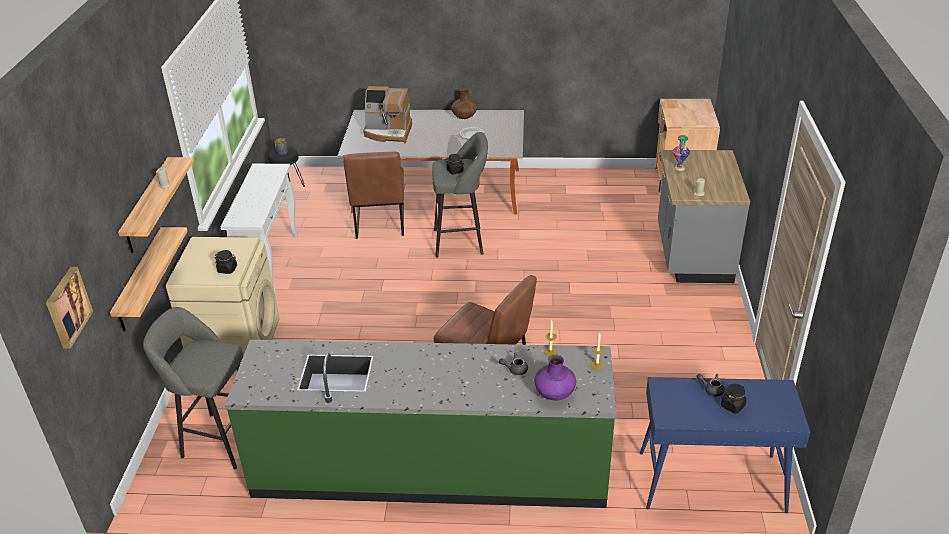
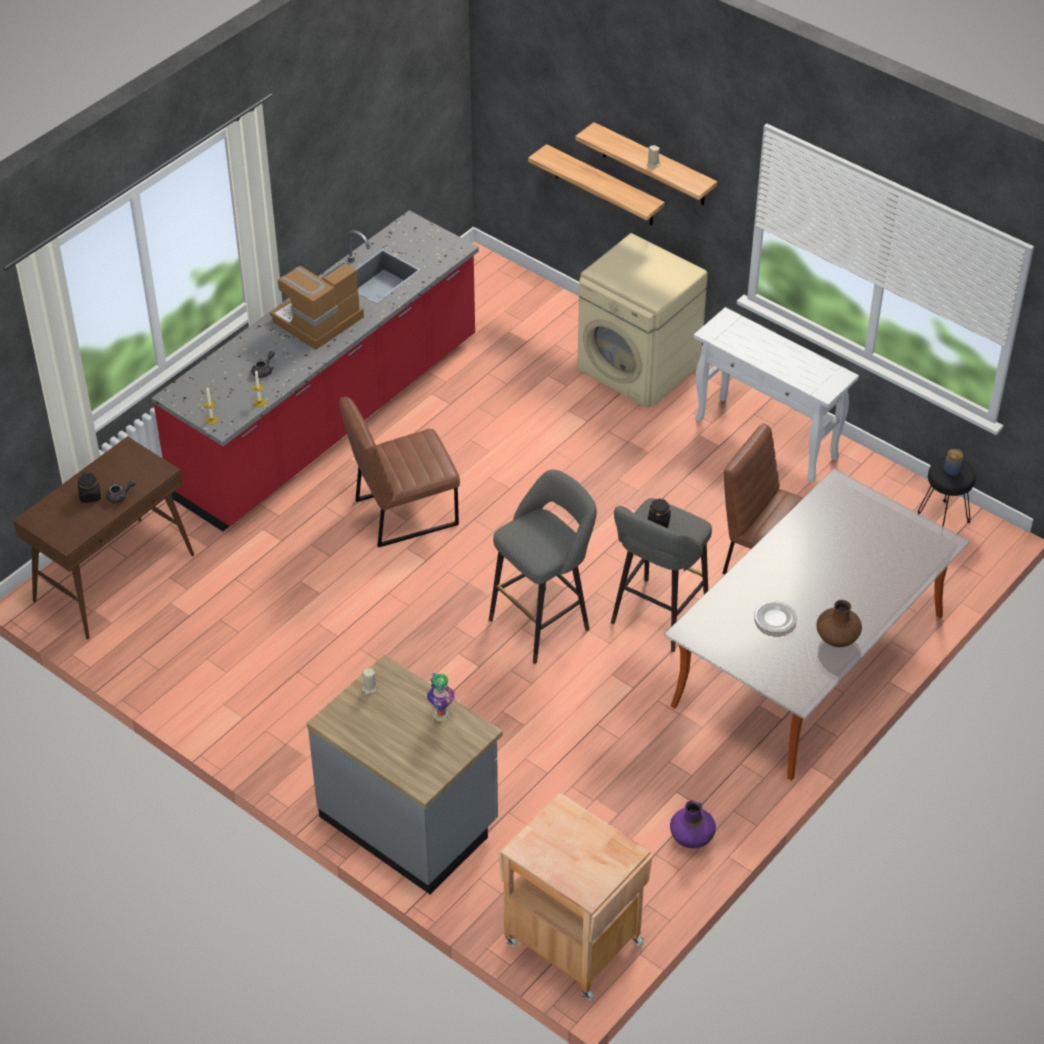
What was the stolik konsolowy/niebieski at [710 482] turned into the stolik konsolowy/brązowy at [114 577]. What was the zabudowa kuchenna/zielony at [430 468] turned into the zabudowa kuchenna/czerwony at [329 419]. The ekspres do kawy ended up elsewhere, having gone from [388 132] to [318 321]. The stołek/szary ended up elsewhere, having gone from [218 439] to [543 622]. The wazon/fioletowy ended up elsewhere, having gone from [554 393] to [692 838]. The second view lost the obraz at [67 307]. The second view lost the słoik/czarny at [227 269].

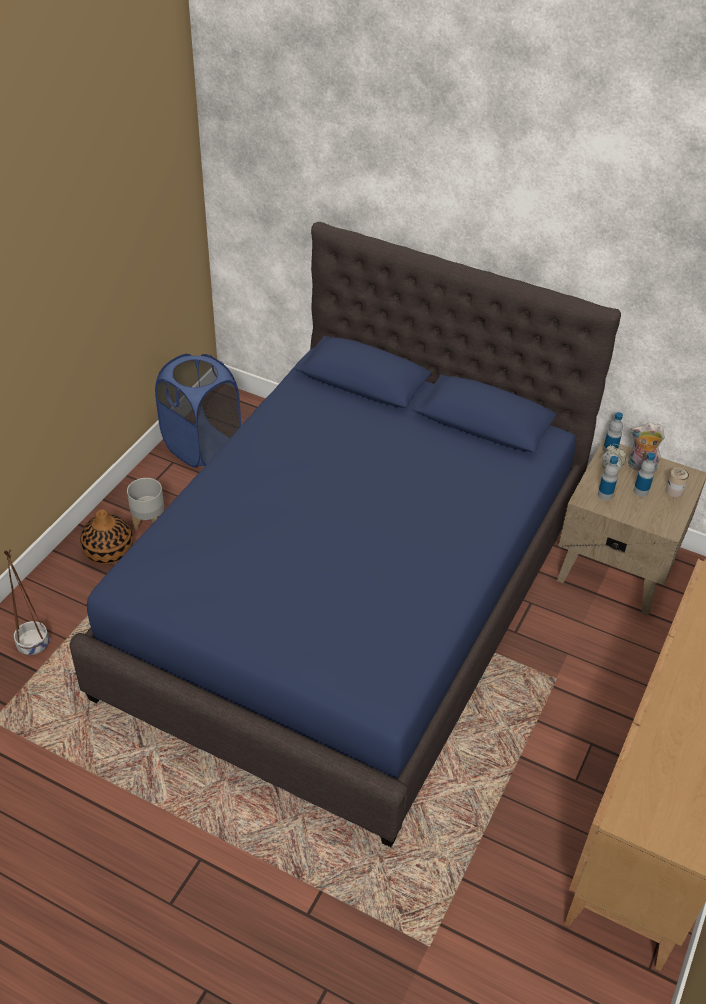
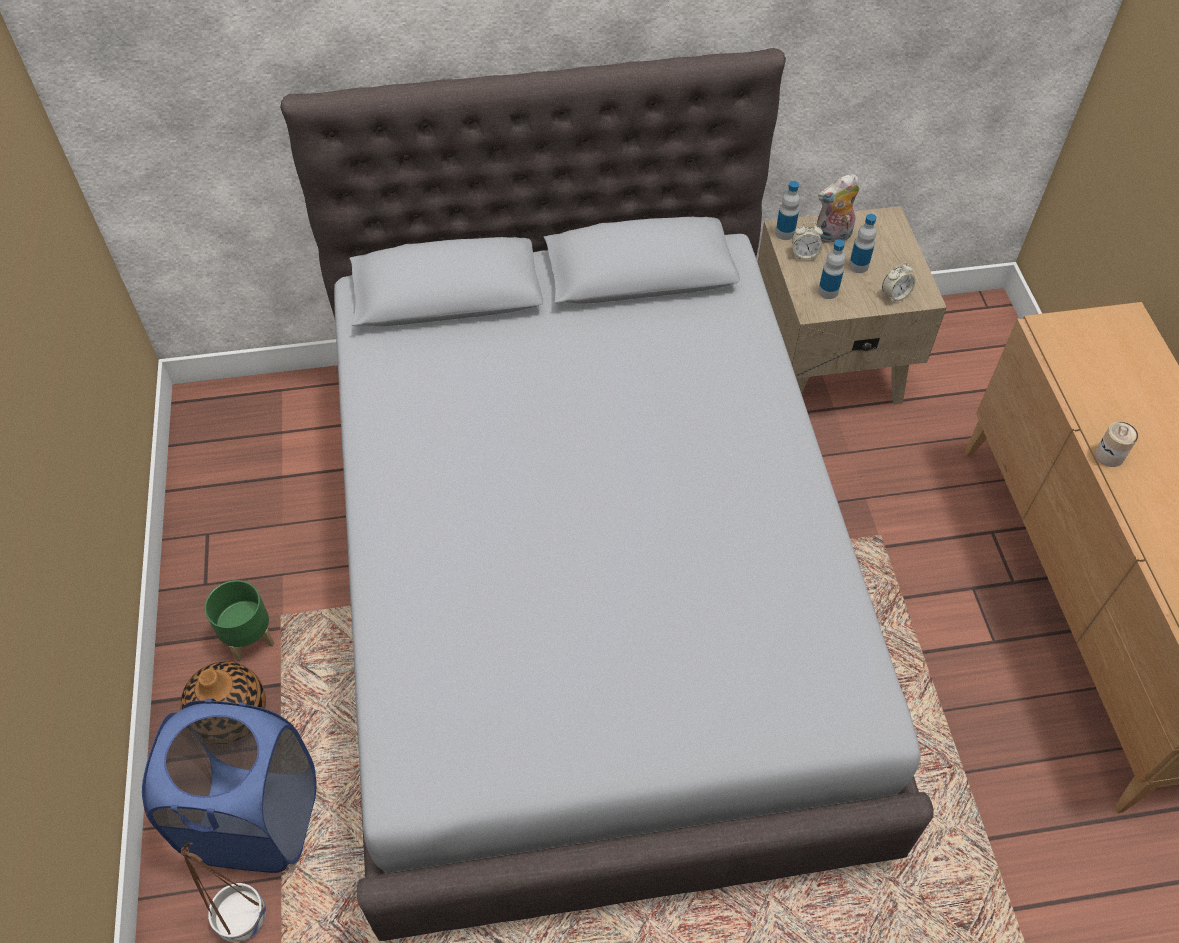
The kosz na pranie/niebieski ended up elsewhere, having gone from [202 447] to [257 820]. What was the donica/szary at [149 522] turned into the donica/zielony at [249 637]. What was the łóżko/niebieski at [351 599] turned into the łóżko/szary at [589 582]. The second view gained the budzik at [895 295]. The puszka ended up elsewhere, having gone from [674 491] to [1109 455].

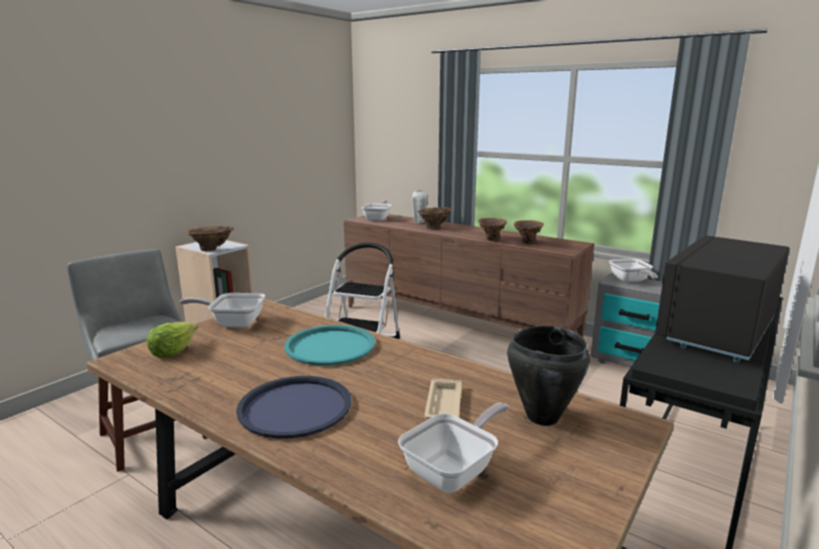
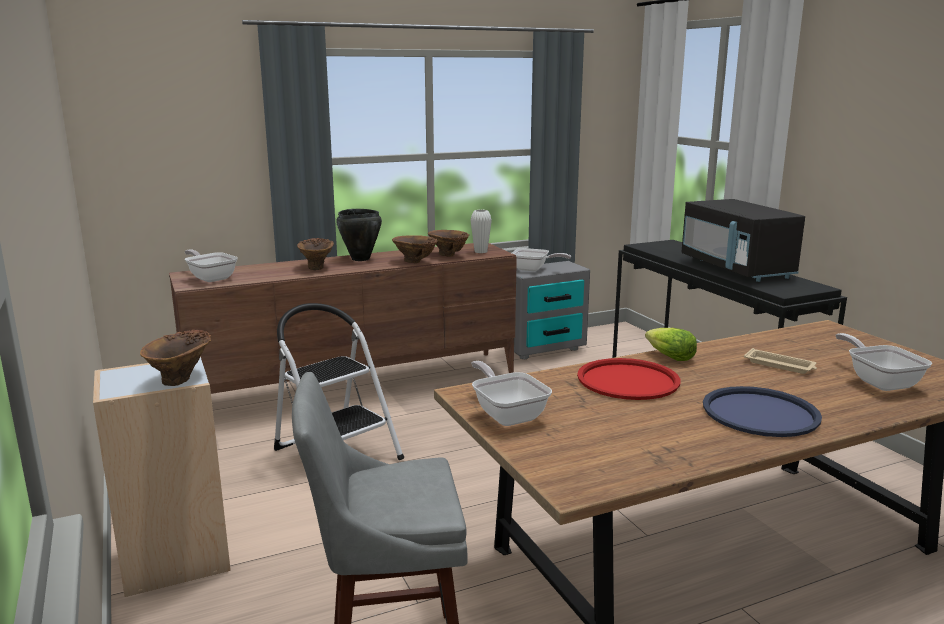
The garnek/czarny ended up elsewhere, having gone from [541 417] to [360 259]. The wazon/biały ended up elsewhere, having gone from [419 222] to [480 251]. The patelnia at [233 323] ended up facing another way, 120 degrees clockwise from before. What was the taca/turkusowy at [330 346] turned into the taca/czerwony at [627 380]. The sałata ended up elsewhere, having gone from [173 351] to [669 357].

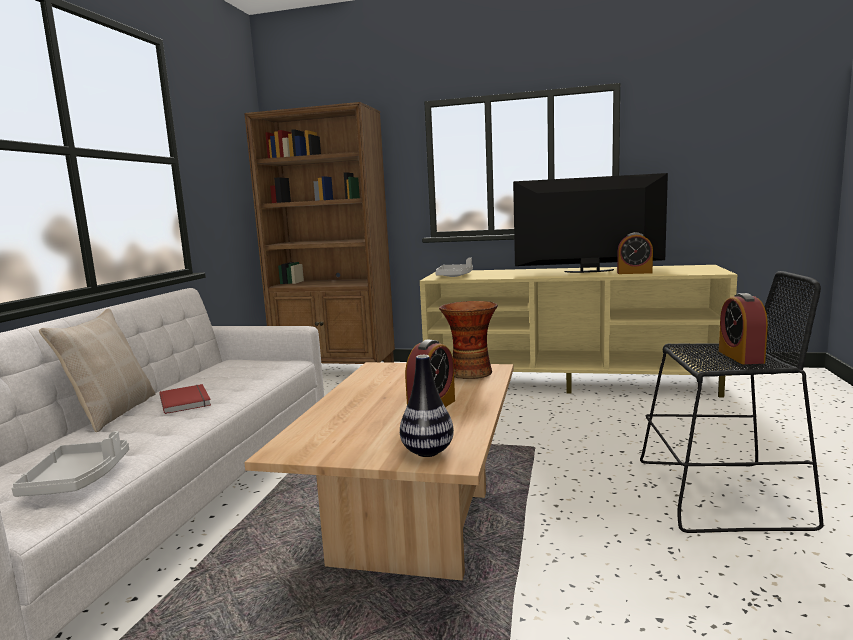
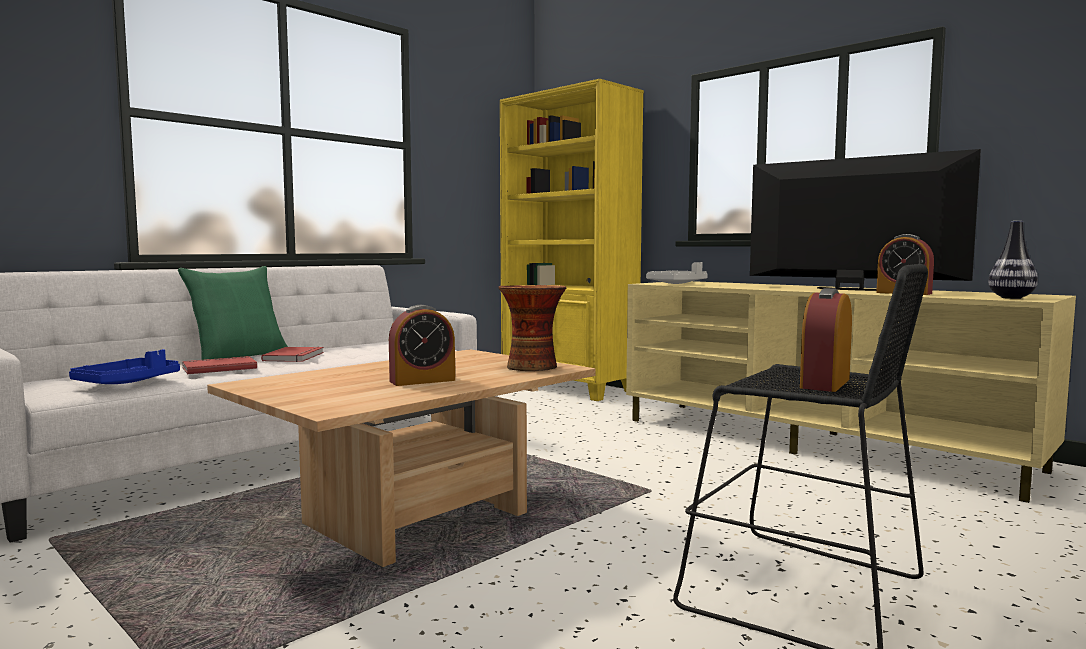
What was the taca/szary at [78 479] turned into the taca/niebieski at [127 382]. What was the poduszka/beżowy at [112 412] turned into the poduszka/zielony at [238 356]. The second view gained the książka/czerwony at [219 368]. What was the regał/brązowy at [336 369] turned into the regał/żółty at [568 388]. The wazon ended up elsewhere, having gone from [427 452] to [1011 298].

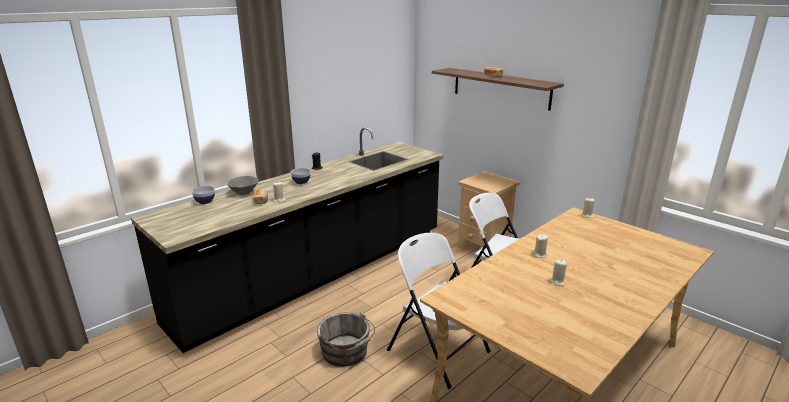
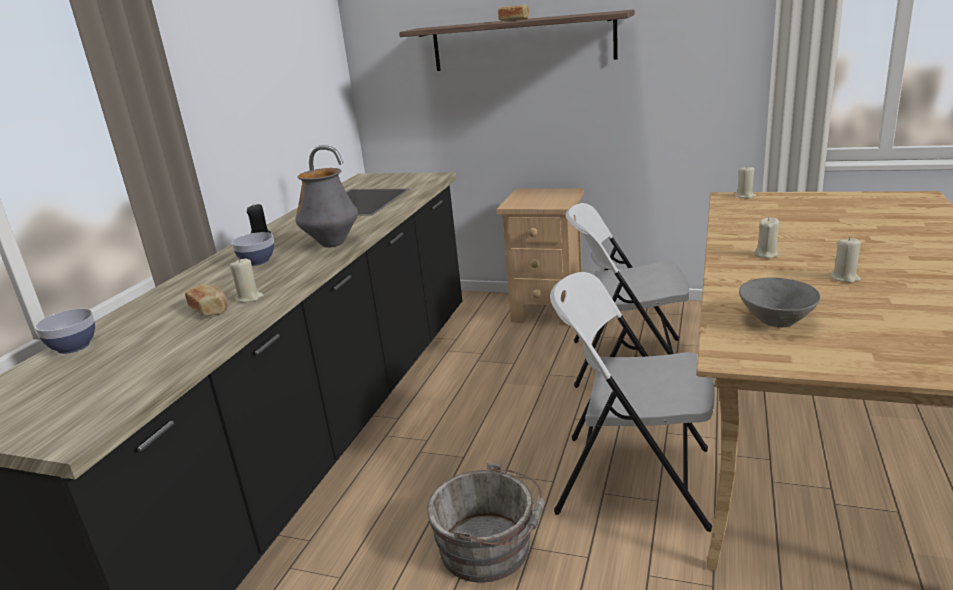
The second view gained the wazon at [332 244]. The miska/szary ended up elsewhere, having gone from [243 193] to [777 321].

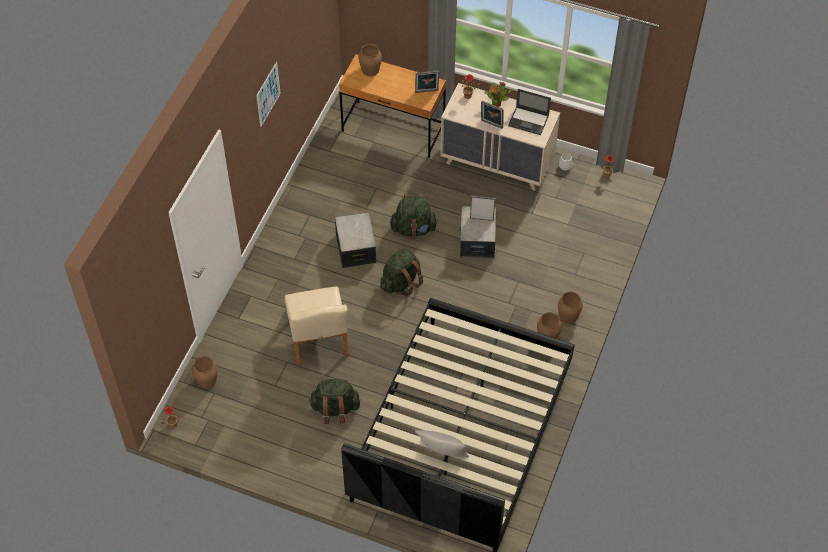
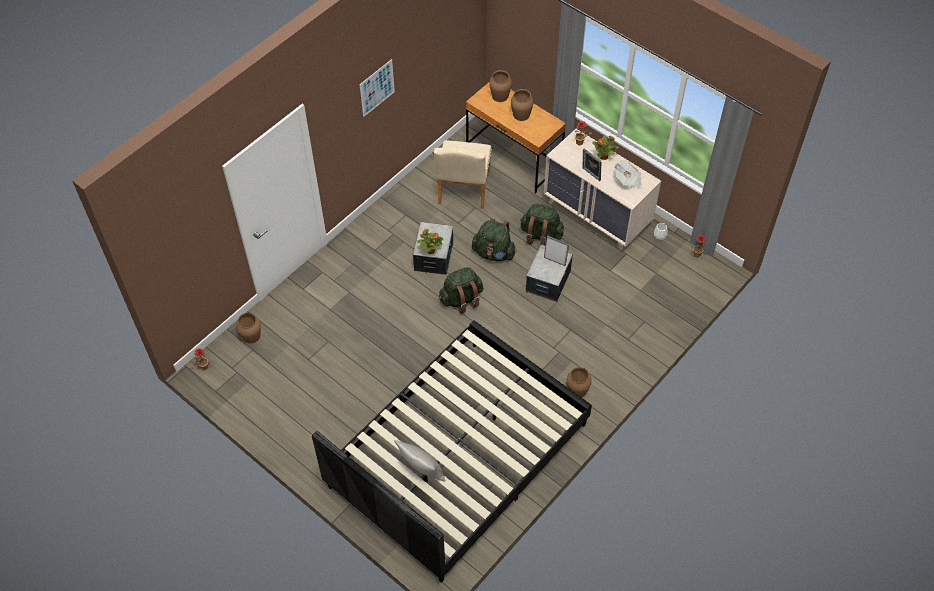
The second view gained the roślina doniczkowa at [430 250]. The krzesło/beżowy ended up elsewhere, having gone from [319 342] to [463 190]. The wazon/brązowy ended up elsewhere, having gone from [568 316] to [521 115]. The plecak/zielony ended up elsewhere, having gone from [335 409] to [540 235]. Where the laptop stood at [529 120], the gazeta came to stand at [628 180]. The second view lost the ramka na zdjęcie at [426 92].

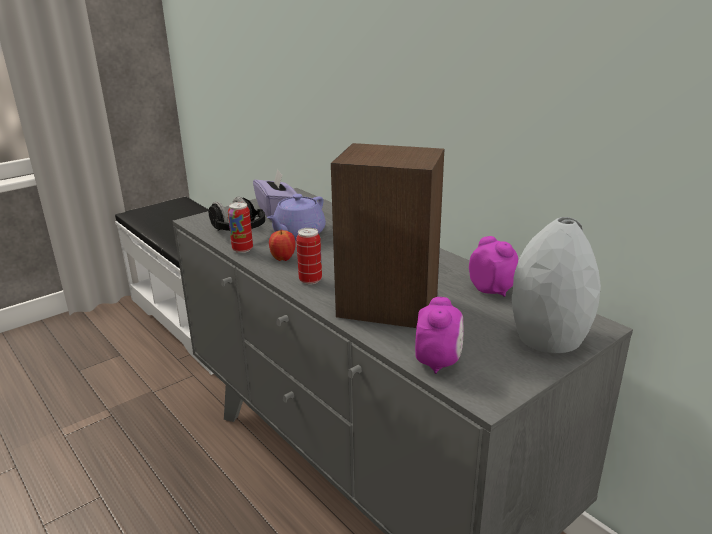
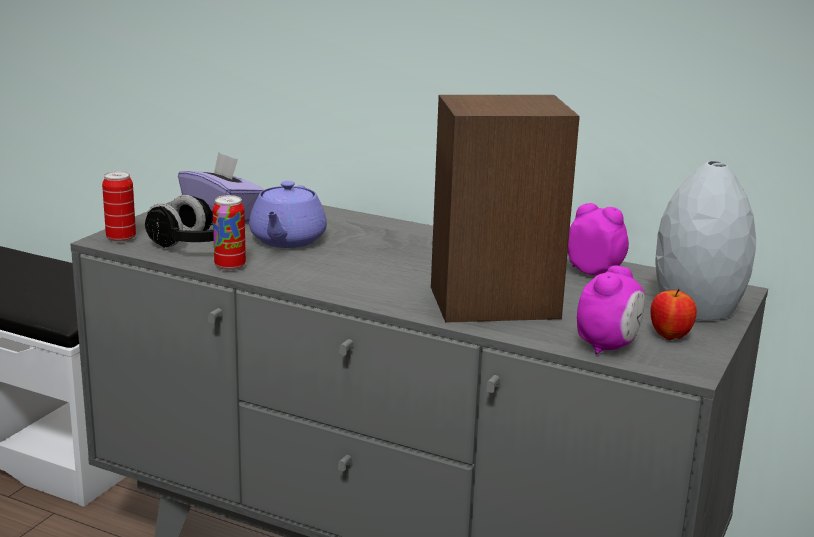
The puszka ended up elsewhere, having gone from [310 280] to [121 238]. The budzik at [438 362] ended up facing another way, 45 degrees clockwise from before. The jabłko ended up elsewhere, having gone from [283 259] to [670 336].

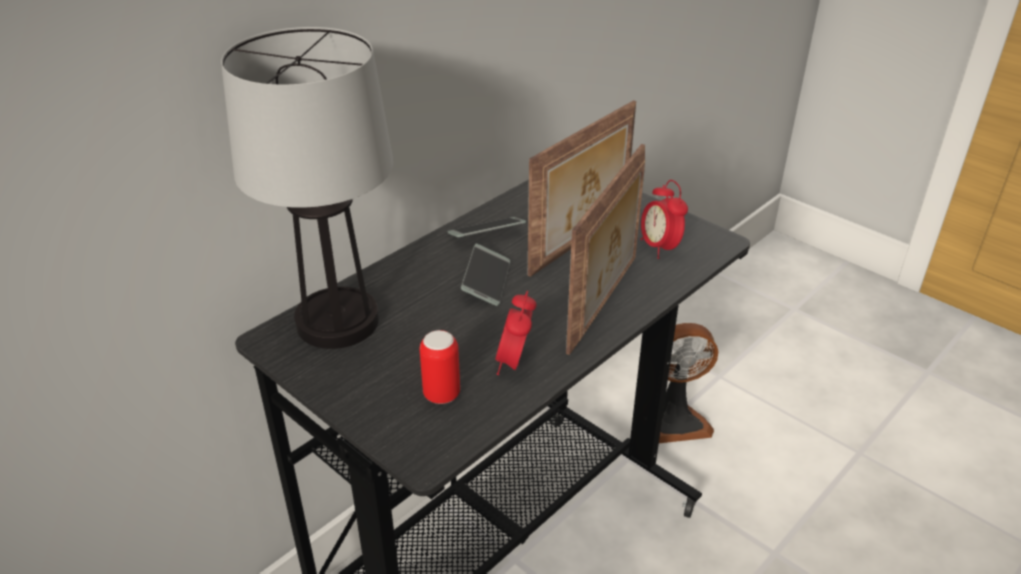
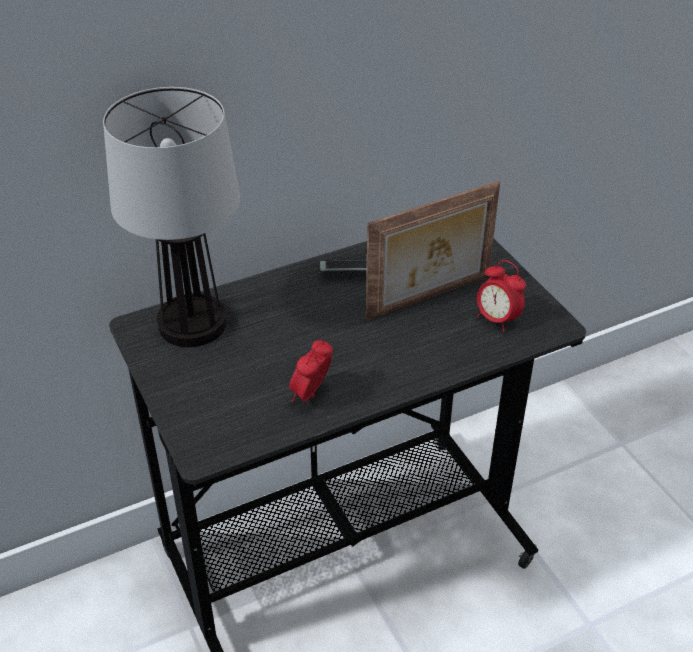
The budzik at [659 248] ended up facing another way, 45 degrees counterclockwise from before. The second view lost the puszka at [441 394]. The second view lost the telefon at [486 281]. The second view lost the ramka na zdjęcie at [605 304]. The second view lost the wentylator at [675 420].

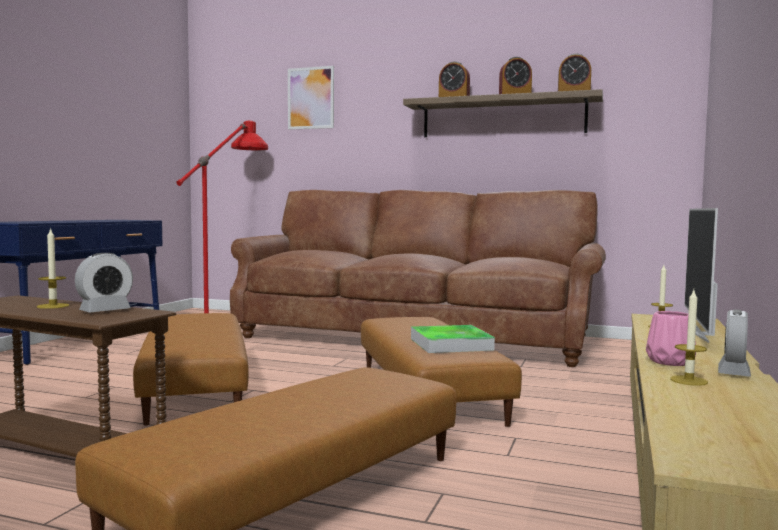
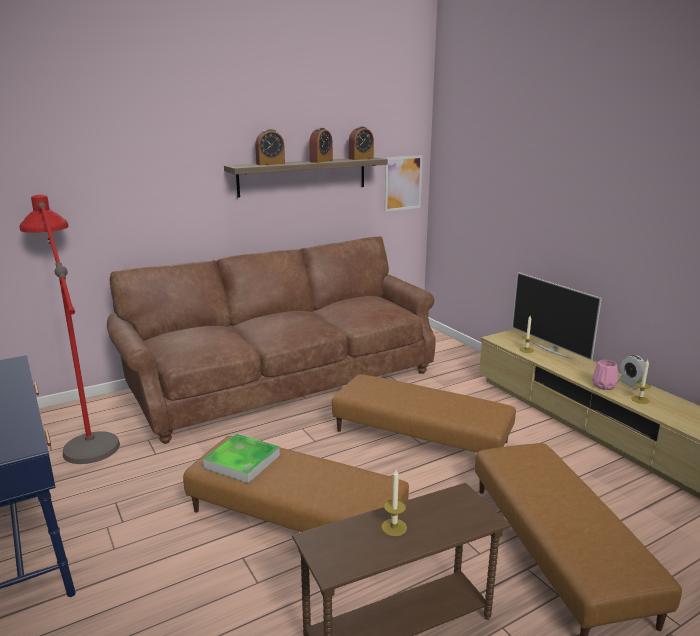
The taca ended up elsewhere, having gone from [451 344] to [242 461]. The obraz ended up elsewhere, having gone from [311 98] to [403 183]. The second view lost the budzik at [105 310].

